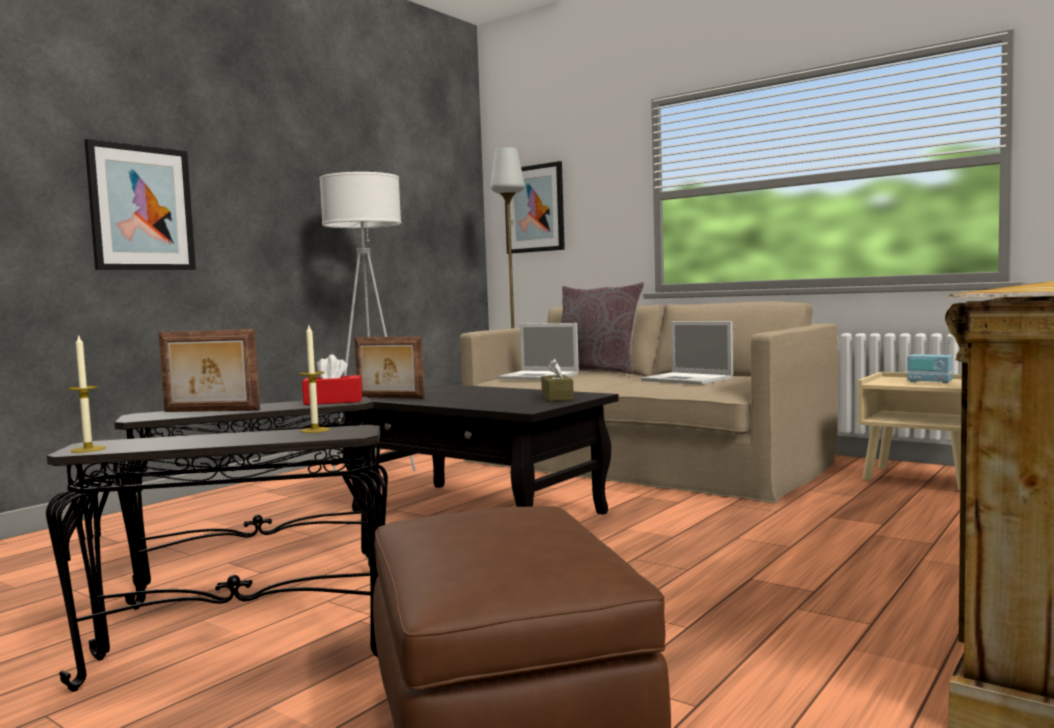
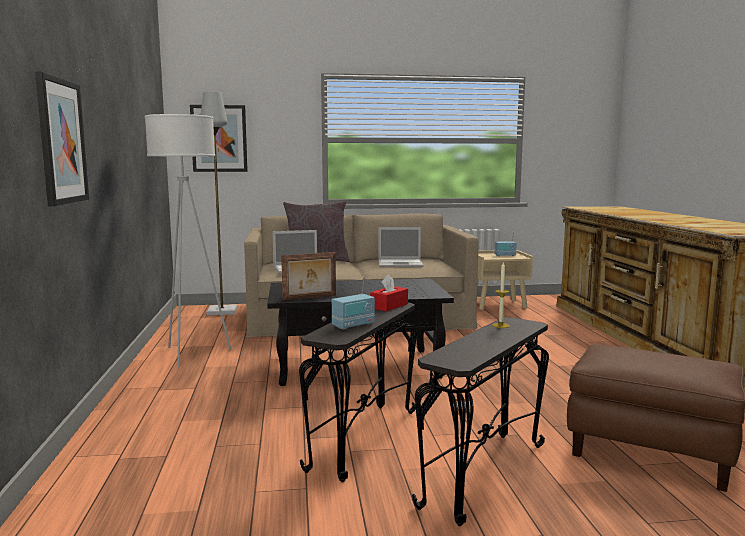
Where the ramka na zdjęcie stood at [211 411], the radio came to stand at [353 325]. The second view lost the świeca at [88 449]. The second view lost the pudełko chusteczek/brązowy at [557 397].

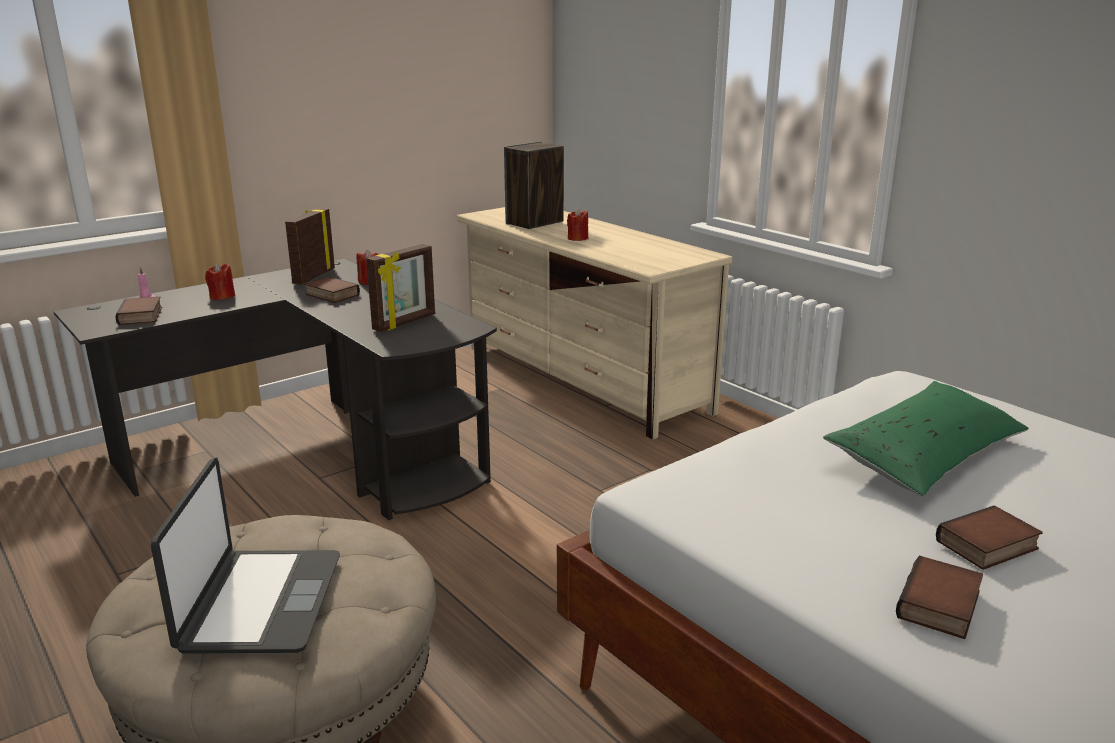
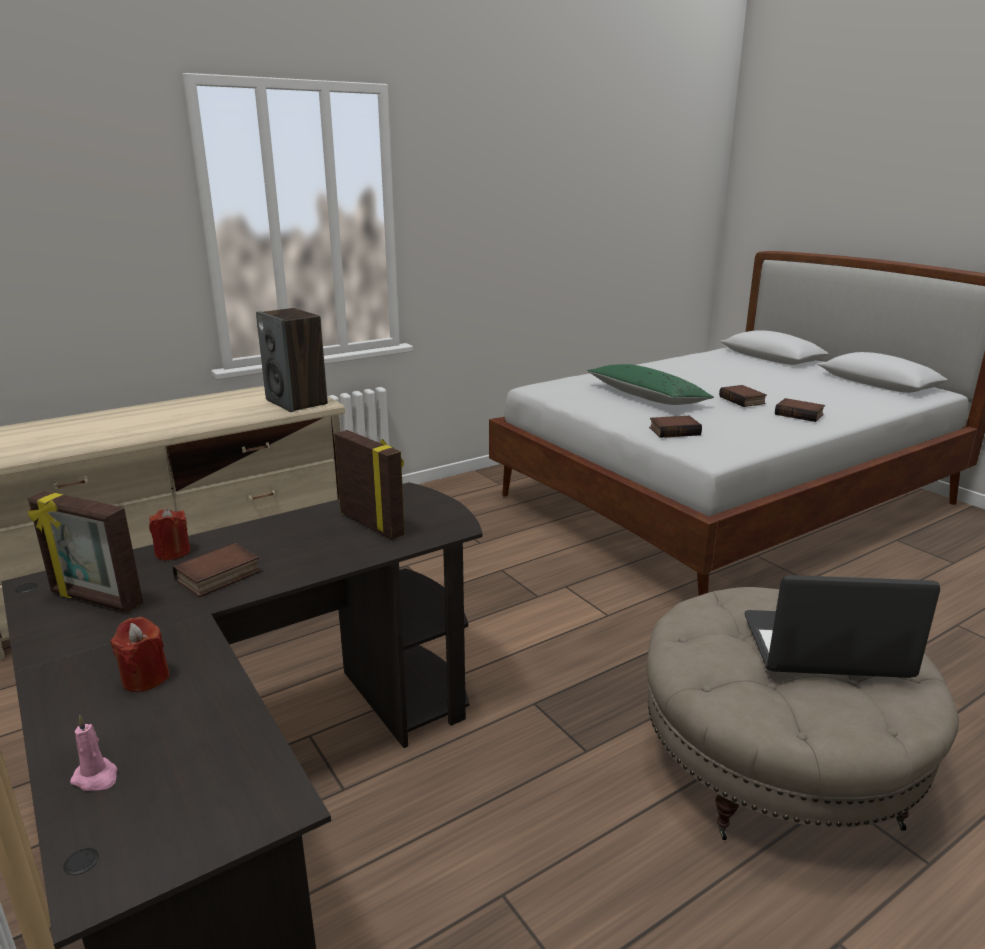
The głośnik ended up elsewhere, having gone from [534 223] to [297 402]. The książka ended up elsewhere, having gone from [142 316] to [674 431]. The second view lost the świeca/czerwony at [577 238].

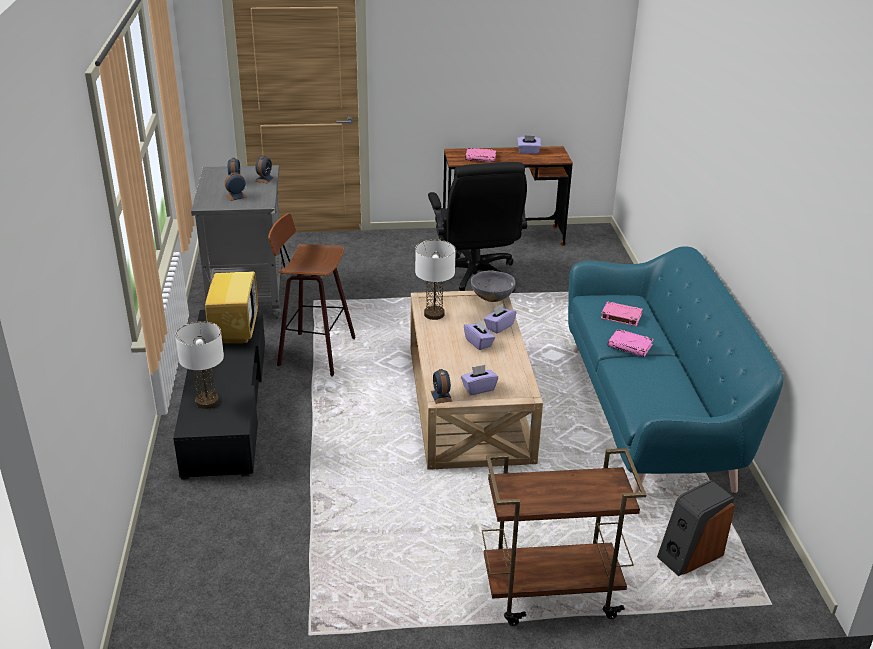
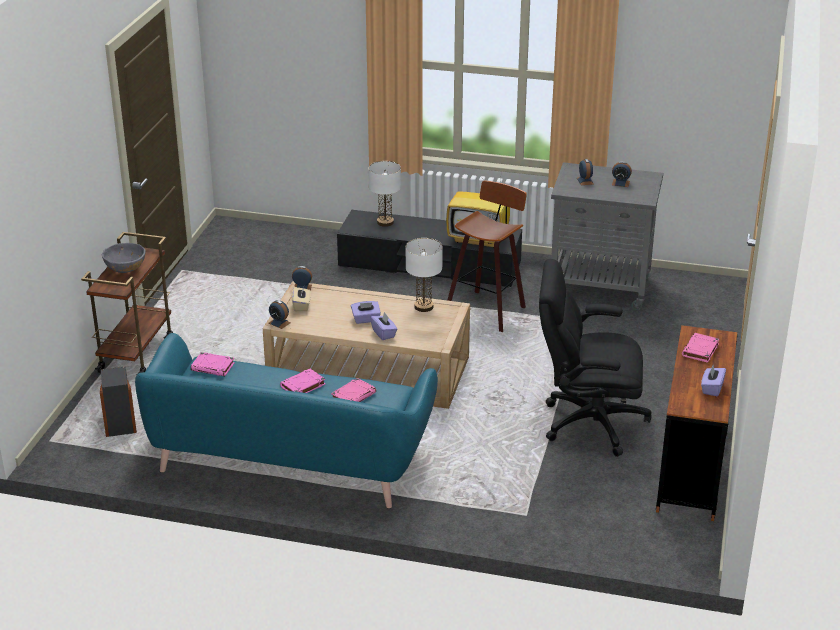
The miska/szary ended up elsewhere, having gone from [492 299] to [126 270]. The second view gained the książka/różowy at [213 367]. The budzik ended up elsewhere, having gone from [264 179] to [279 323]. What was the pudełko chusteczek/fioletowy at [478 388] turned into the pudełko chusteczek/beżowy at [301 306].

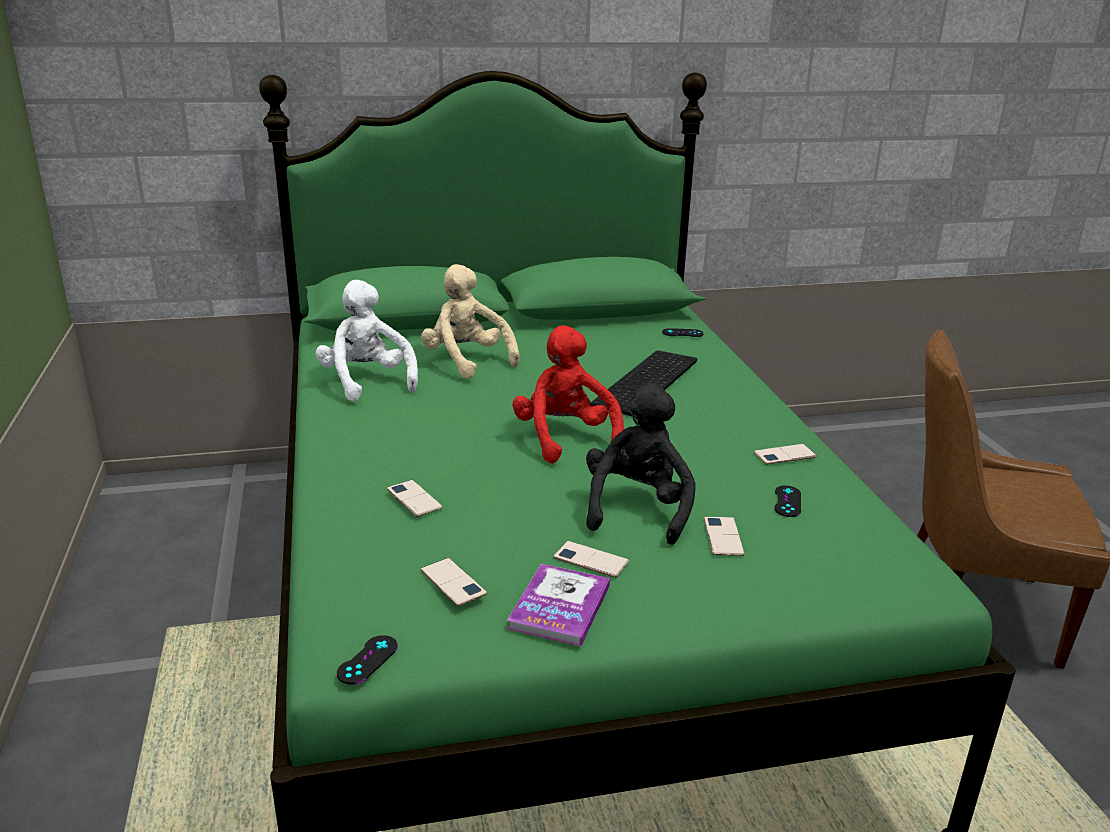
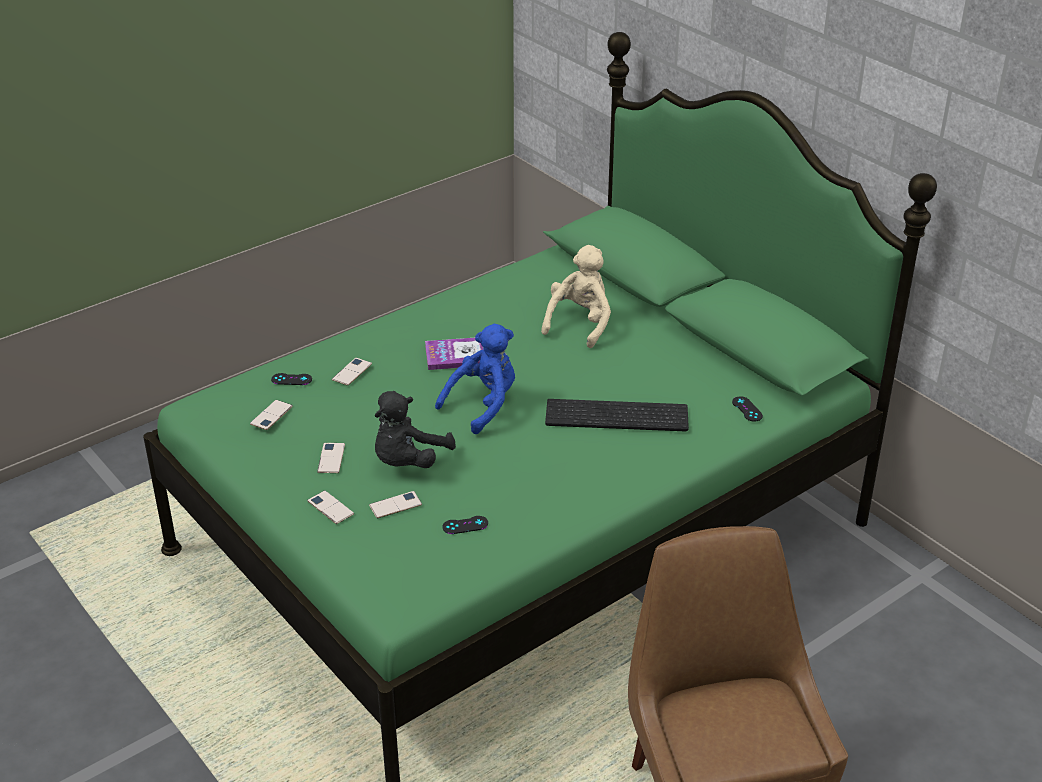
The pad do gier/czarny ended up elsewhere, having gone from [367 660] to [291 379]. The telefon ended up elsewhere, having gone from [785 455] to [330 508]. The pluszak/czarny at [637 509] ended up facing another way, 135 degrees clockwise from before. The książka ended up elsewhere, having gone from [559 607] to [455 355]. What was the pluszak/czerwony at [565 439] turned into the pluszak/niebieski at [483 405]. The second view lost the pluszak/biały at [367 381].

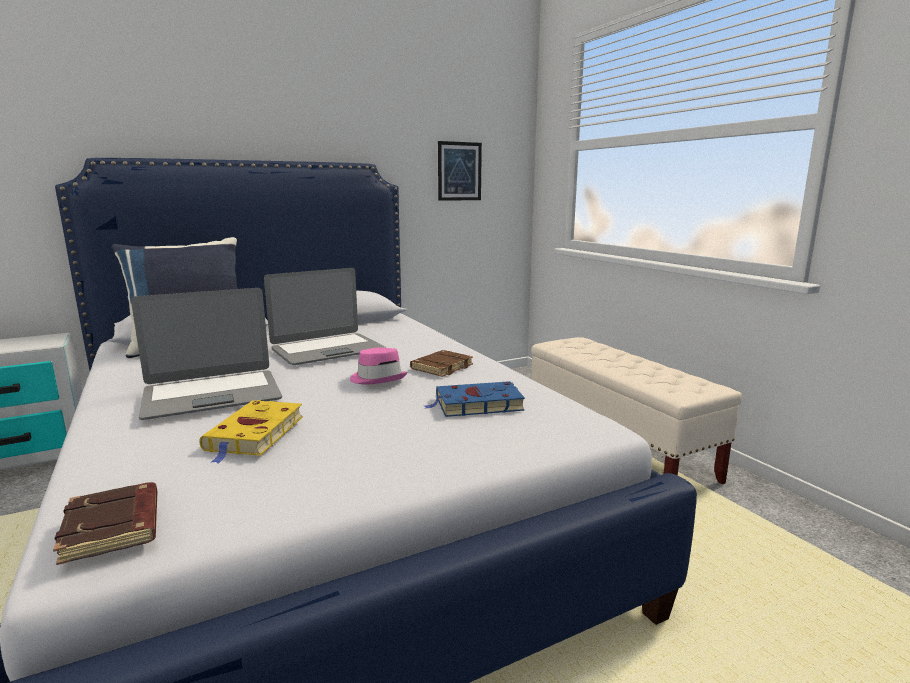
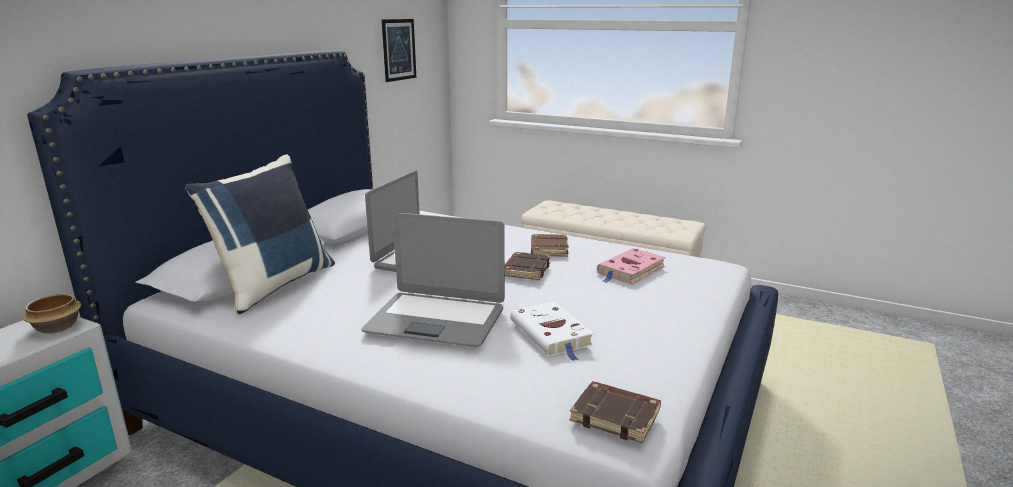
The second view gained the miska at [58 327]. The laptop at [212 395] ended up facing another way, 75 degrees clockwise from before. Where the kapelusz/różowy stood at [378 378], the książka/brązowy came to stand at [525 270]. What was the książka/żółty at [254 434] turned into the książka/biały at [552 335]. What was the książka/niebieski at [476 405] turned into the książka/różowy at [630 271].

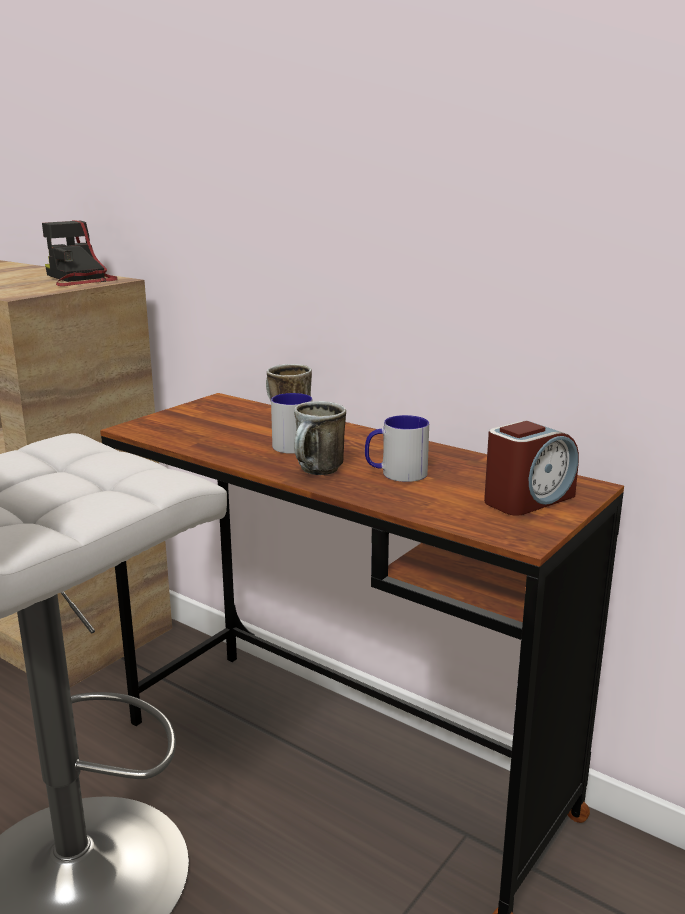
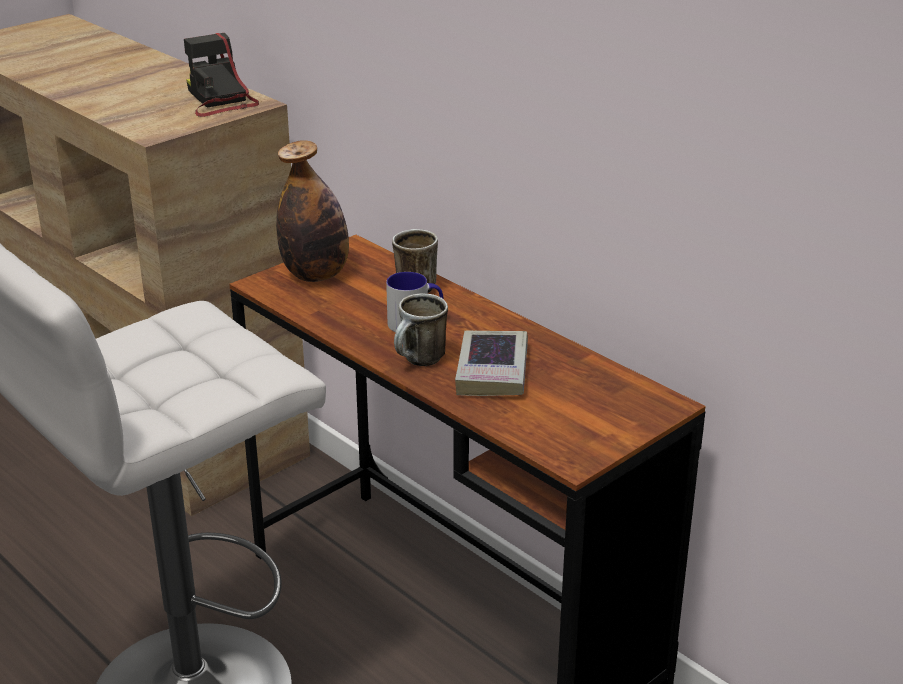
The second view gained the butelka at [316 275]. Where the kubek stood at [395 474], the książka came to stand at [492 370]. The second view lost the budzik at [528 499].

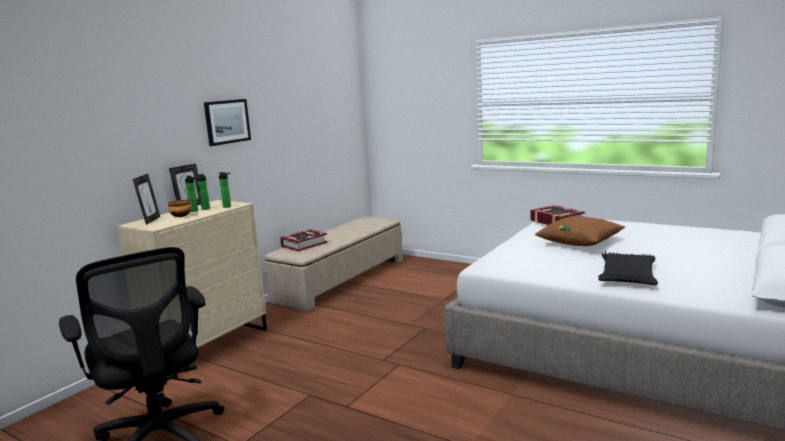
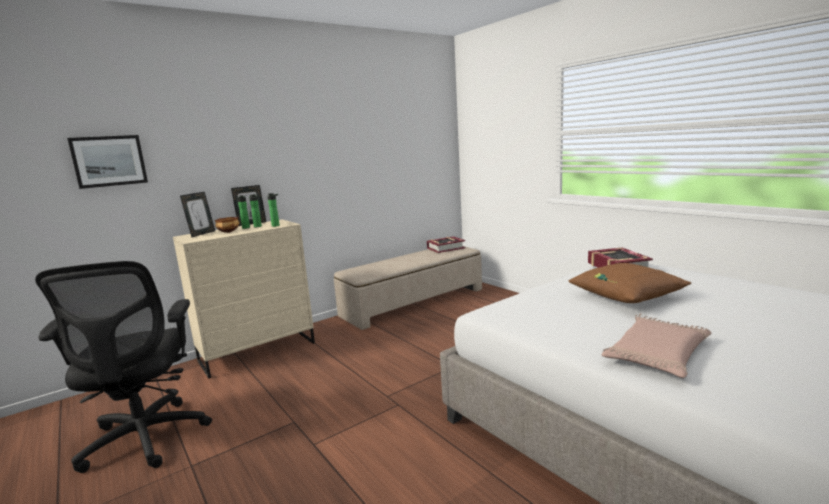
The obraz ended up elsewhere, having gone from [227 121] to [109 161]. The książka ended up elsewhere, having gone from [304 244] to [445 248]. What was the poduszka/czarny at [627 275] turned into the poduszka/beżowy at [657 352].

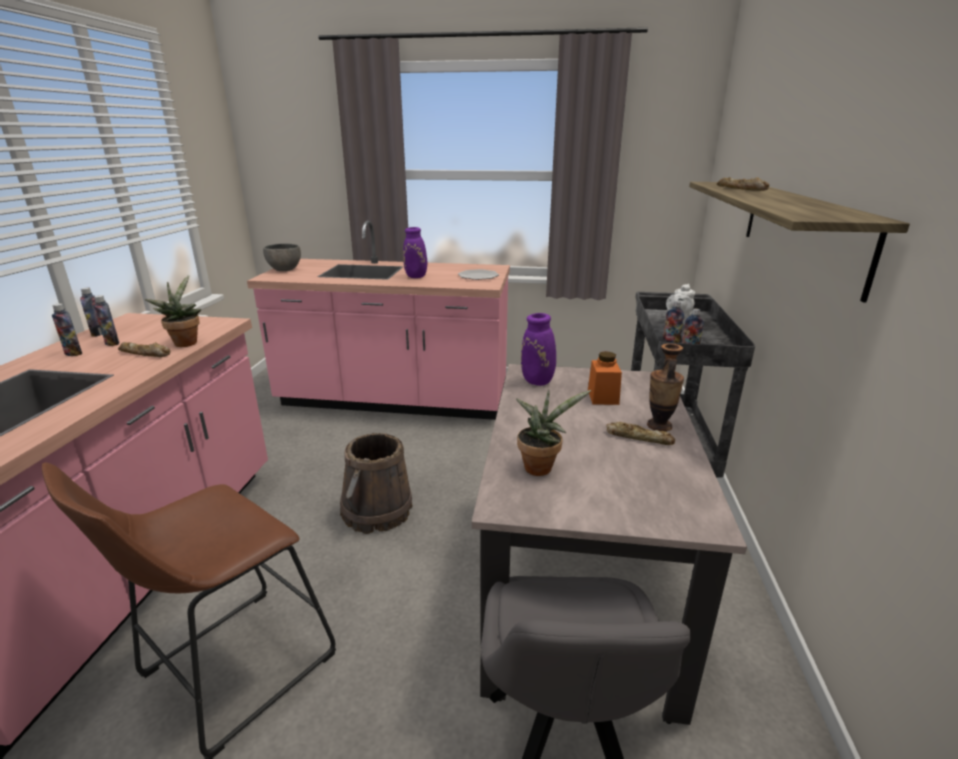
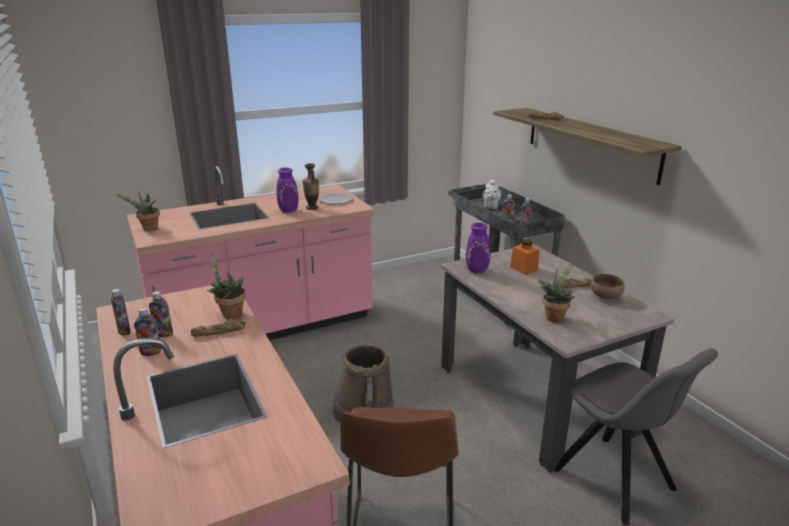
Where the miska/szary stood at [285 269], the roślina doniczkowa came to stand at [148 229]. The wazon ended up elsewhere, having gone from [659 426] to [312 208]. The second view gained the miska/brązowy at [606 297].

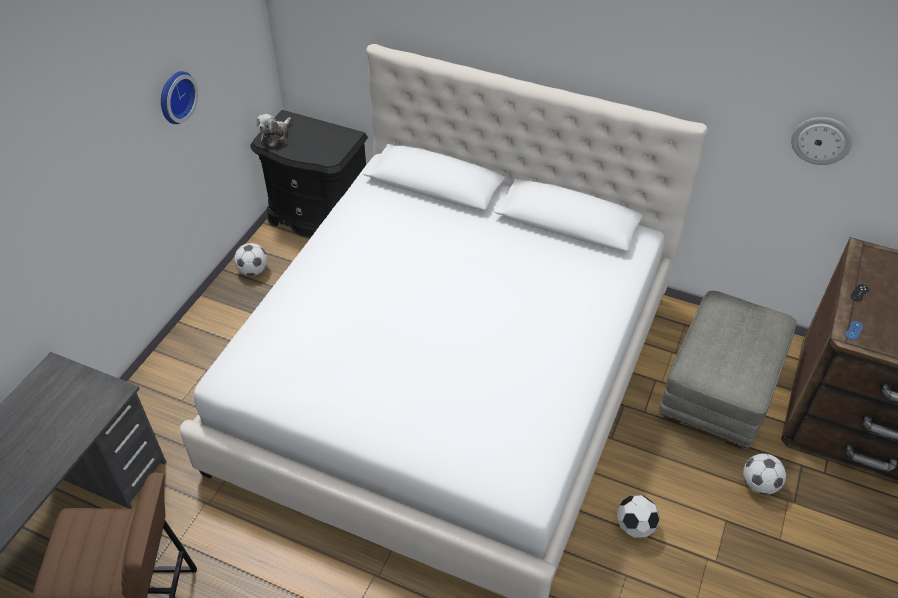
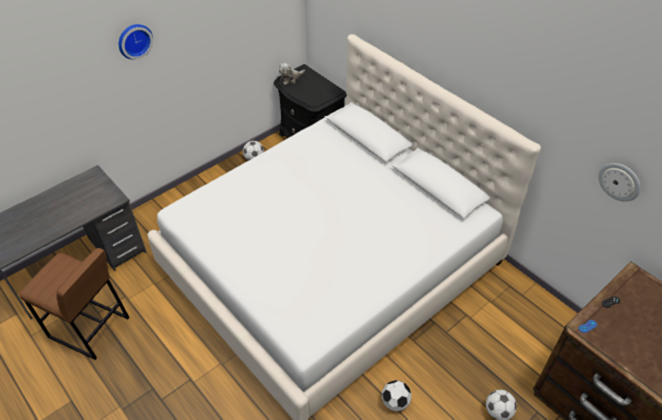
The zegar ścienny ended up elsewhere, having gone from [175 96] to [134 40]. The second view lost the pufa/szary at [720 391].

